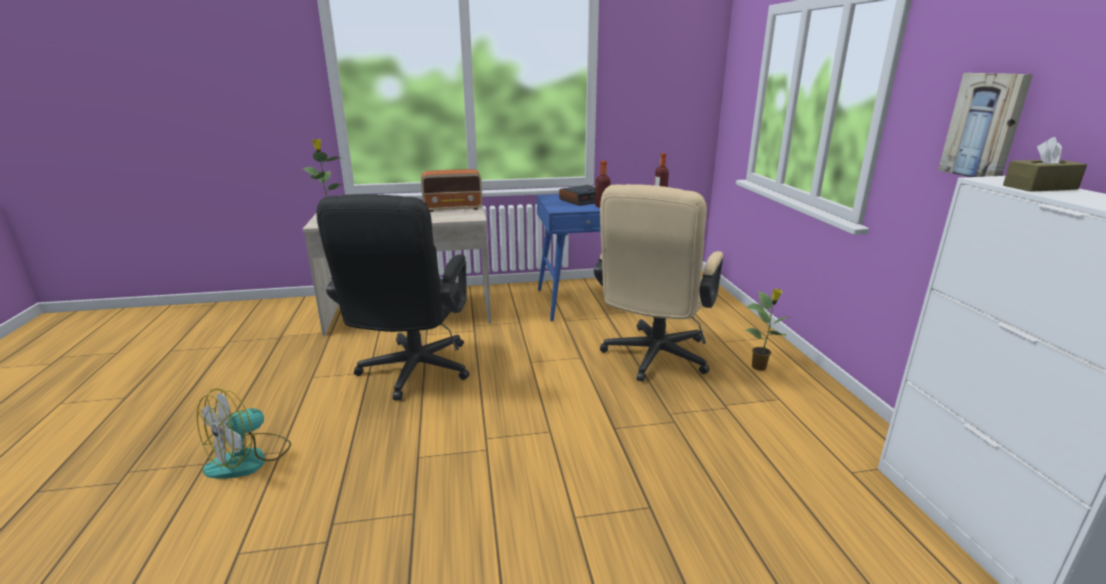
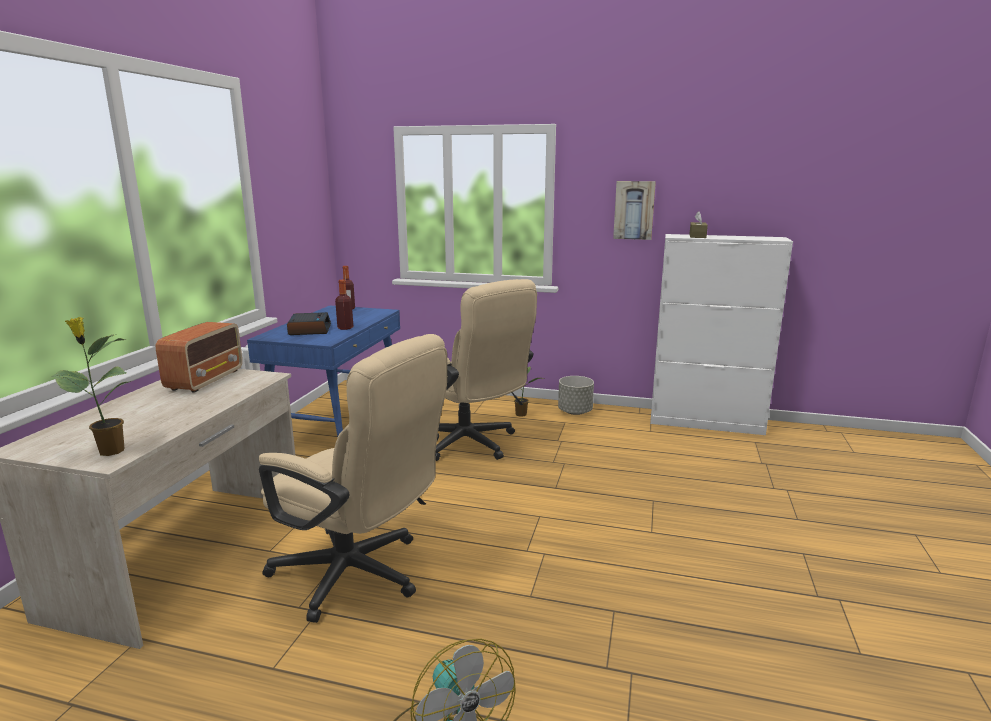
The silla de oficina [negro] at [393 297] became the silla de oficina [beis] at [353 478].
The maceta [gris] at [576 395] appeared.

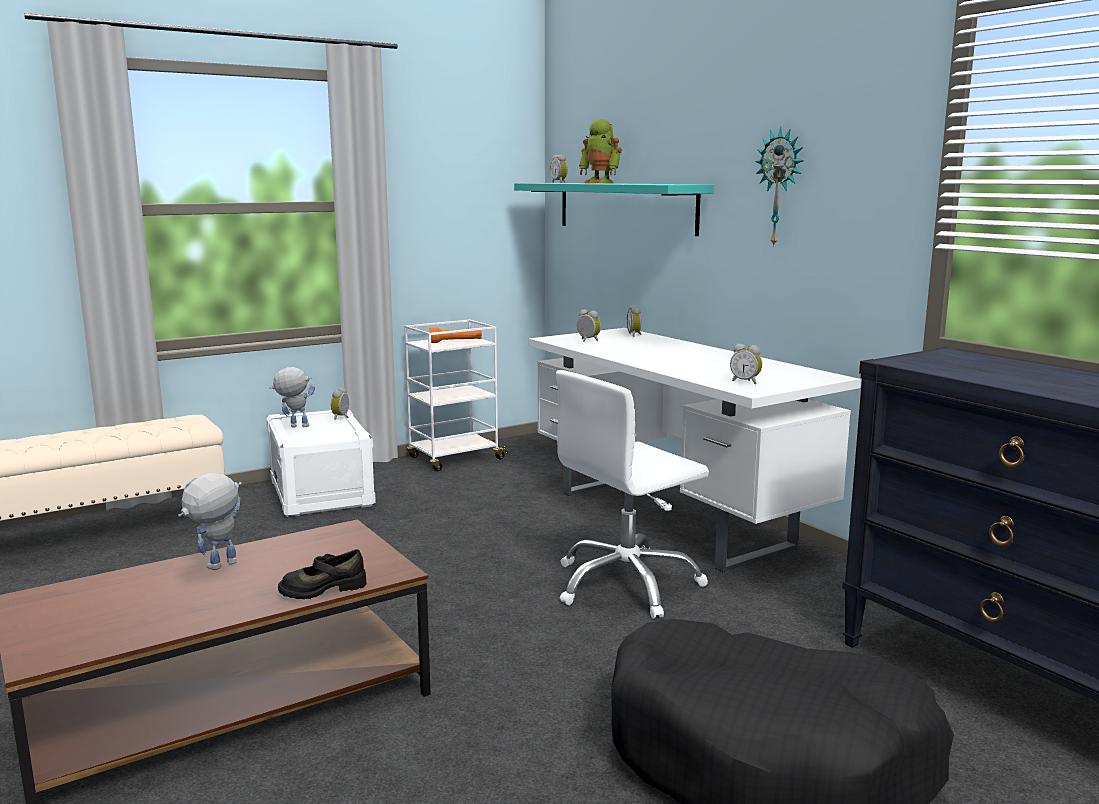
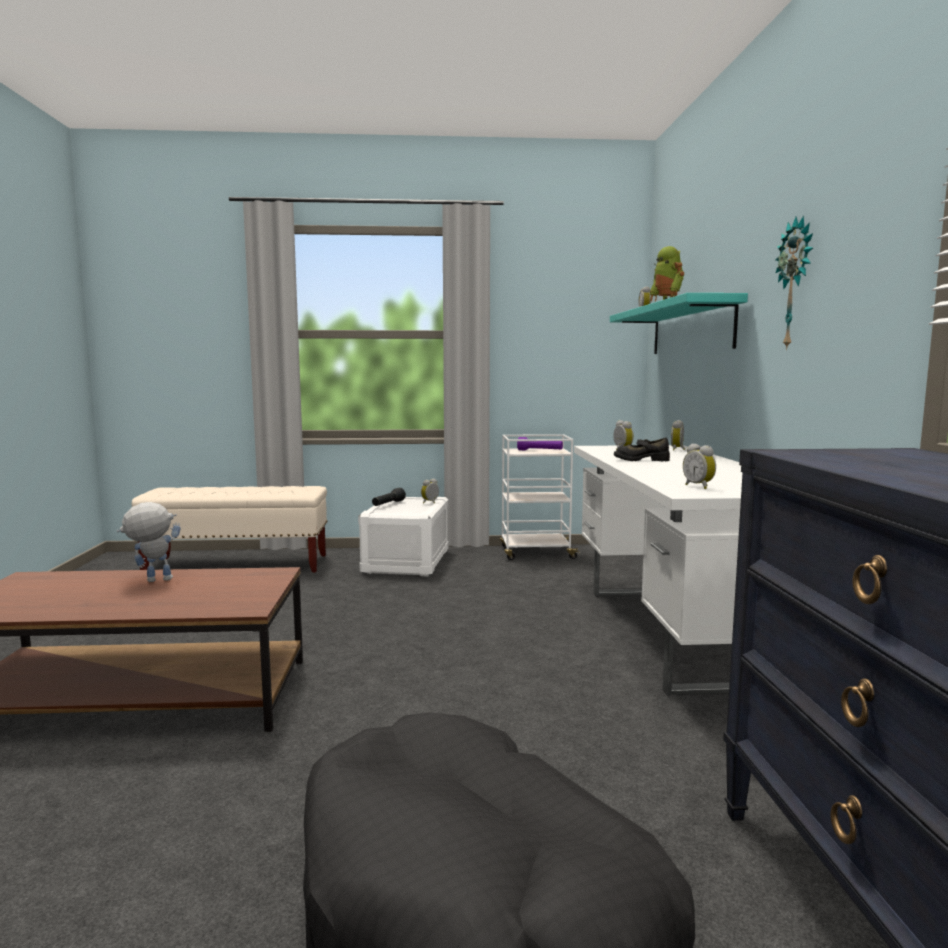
The linterna [naranja] at [456 335] became the linterna [morado] at [540 443].
The robot de juguete at [292 397] was replaced by the linterna [negro] at [389 497].
The silla de oficina [blanco] at [632 494] disappeared.
The zapato [negro] moved from [322 574] to [642 449].

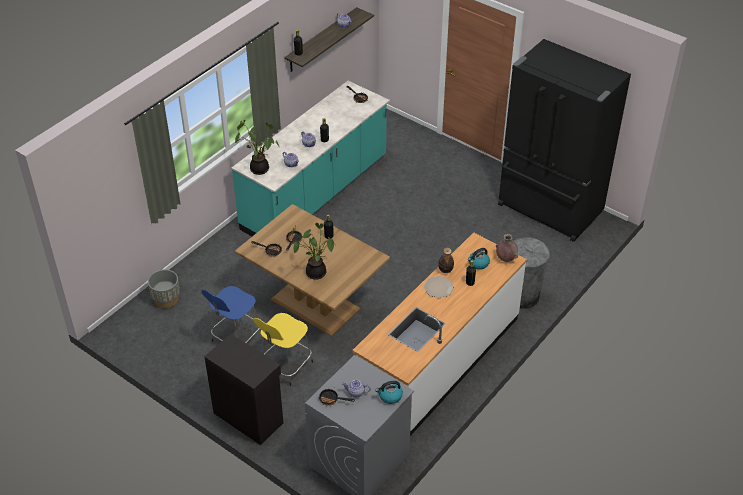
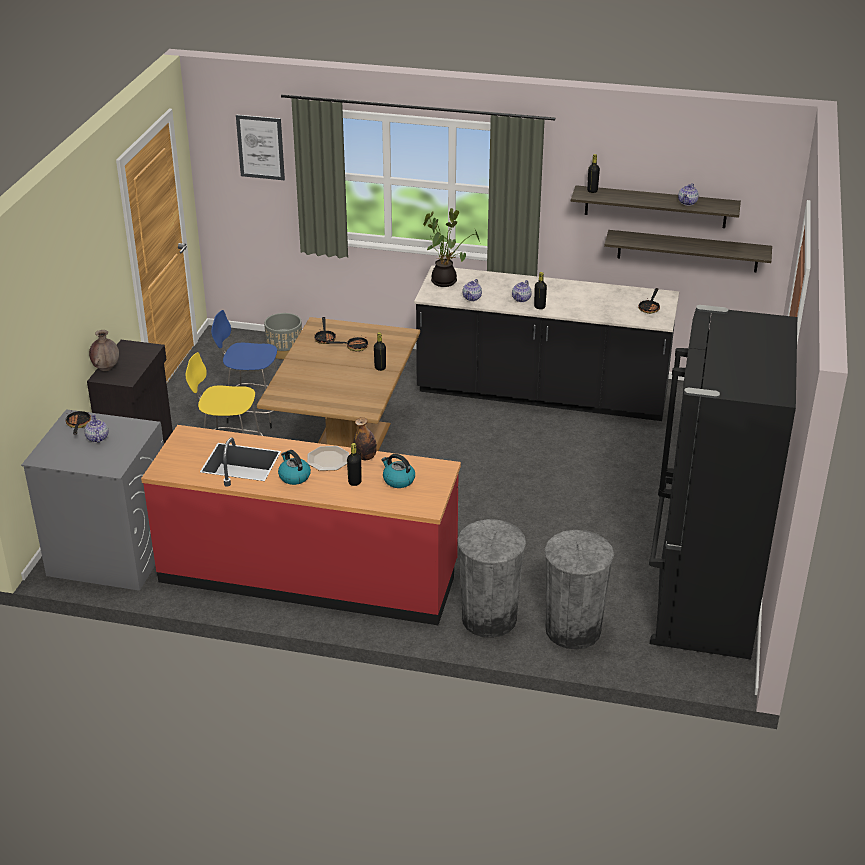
The mueble bajo de cocina [turquesa] at [310 158] became the mueble bajo de cocina [negro] at [546 343].
The planta en maceta at [311 251] disappeared.
The mueble bajo de cocina [blanco] at [439 334] became the mueble bajo de cocina [rojo] at [301 525].
The florero [marrón] moved from [507 248] to [104 350].
The hervidor moved from [389 392] to [294 467].
The cuadro at [260 147] appeared.
The estante at [688 251] appeared.
The papelera [gris] at [579 589] appeared.

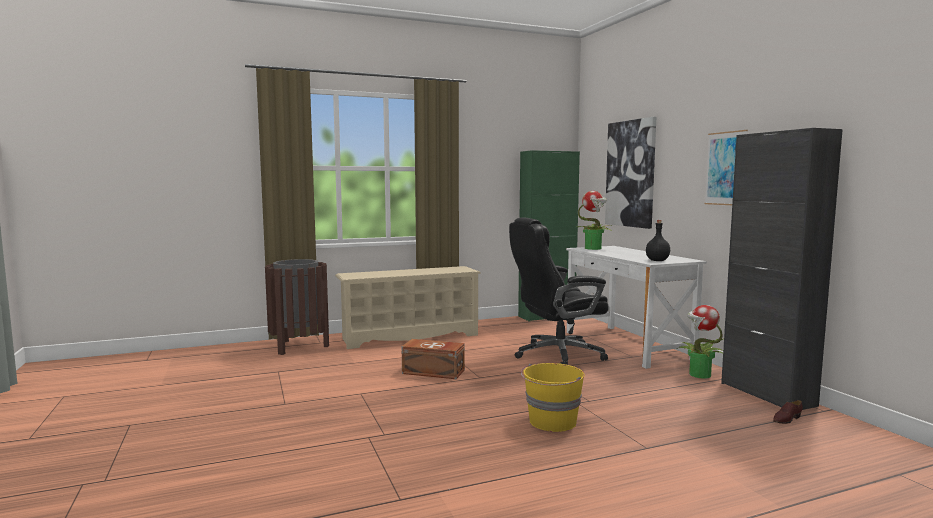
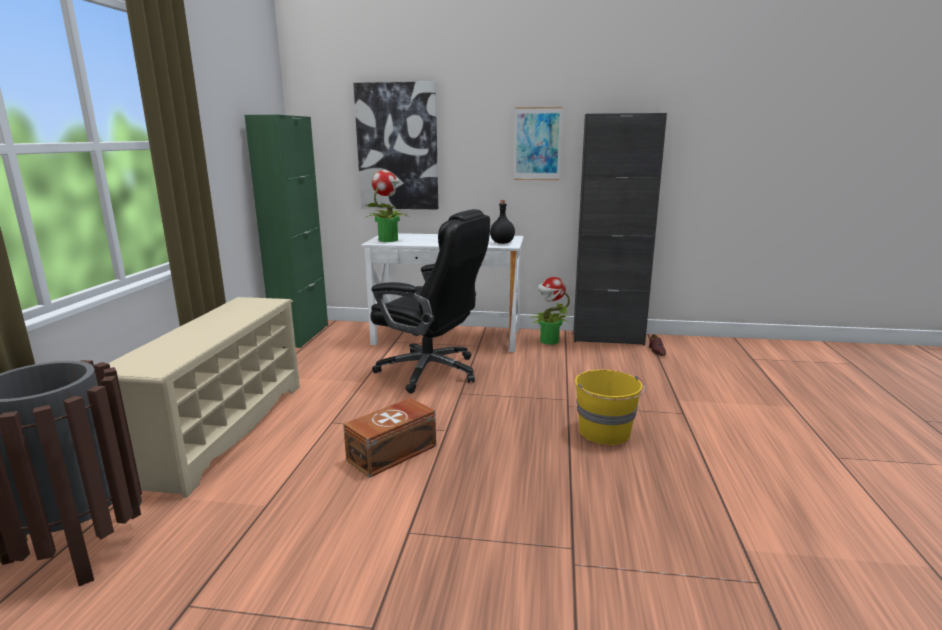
The silla de oficina [negro] at [559 291] turned 75 degrees counterclockwise.

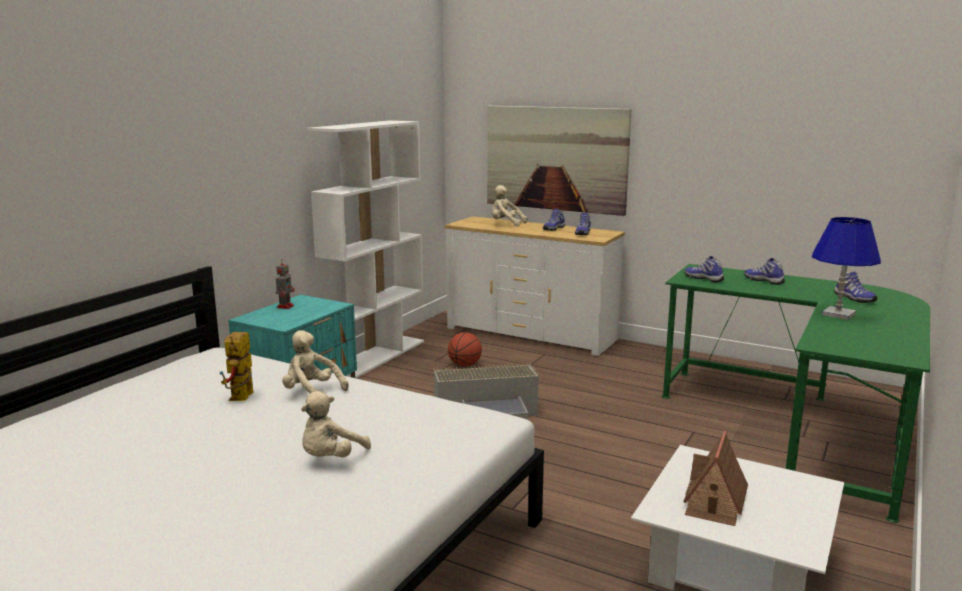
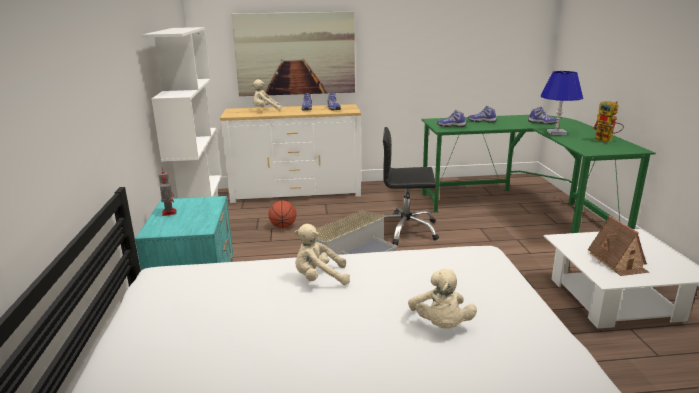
The robot de juguete moved from [236 366] to [608 122].
The silla de oficina [negro] at [411 186] appeared.

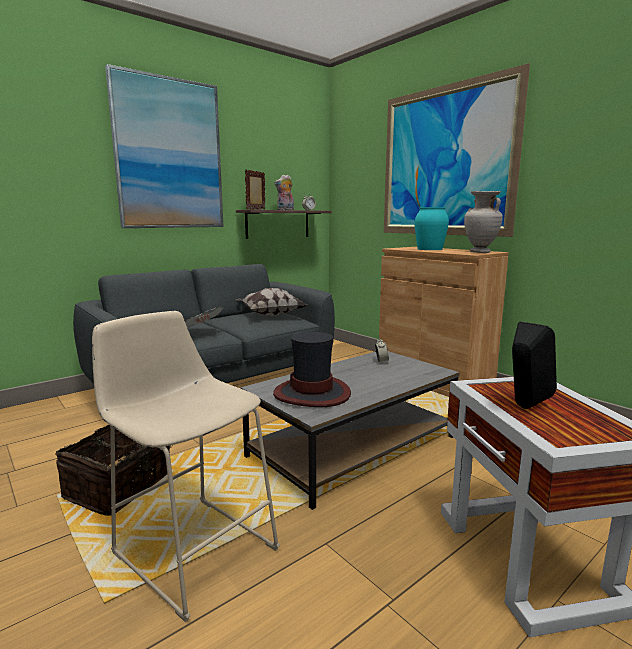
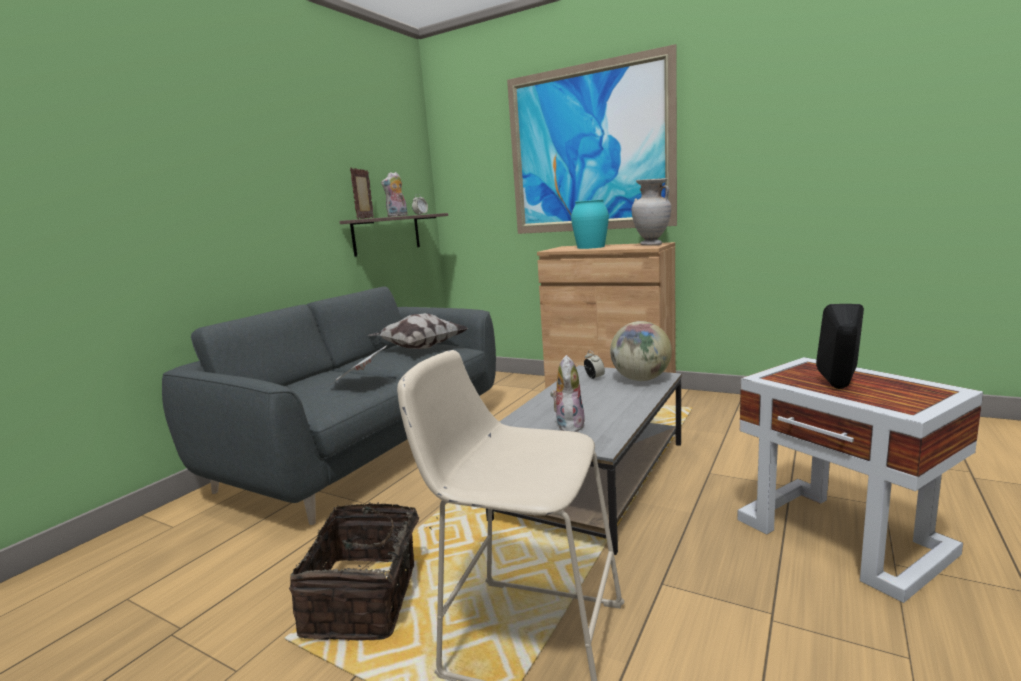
The cuadro at [164 146] disappeared.
The sombrero at [312 369] was replaced by the peluche at [567 393].
The globo terráqueo at [641 351] appeared.

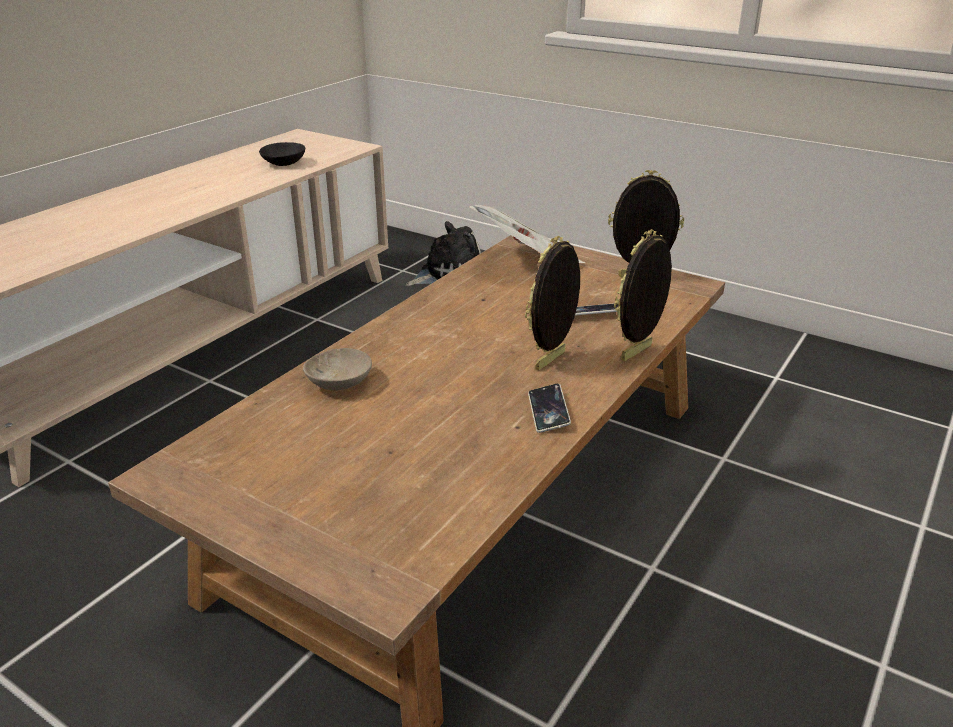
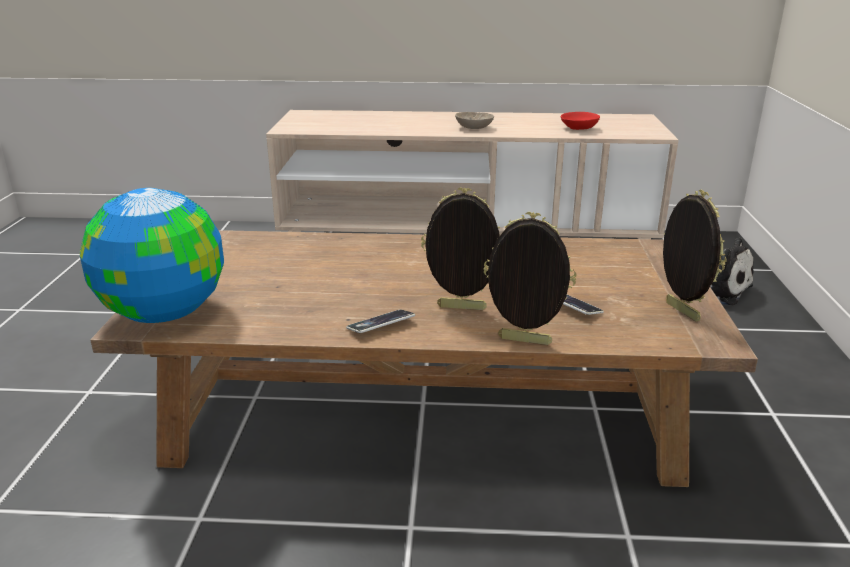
The cuenco [negro] at [282 154] became the cuenco [rojo] at [580 121].
The periódico at [526 234] disappeared.
The cuenco [beis] moved from [337 369] to [474 120].
The globo terráqueo at [152 255] appeared.

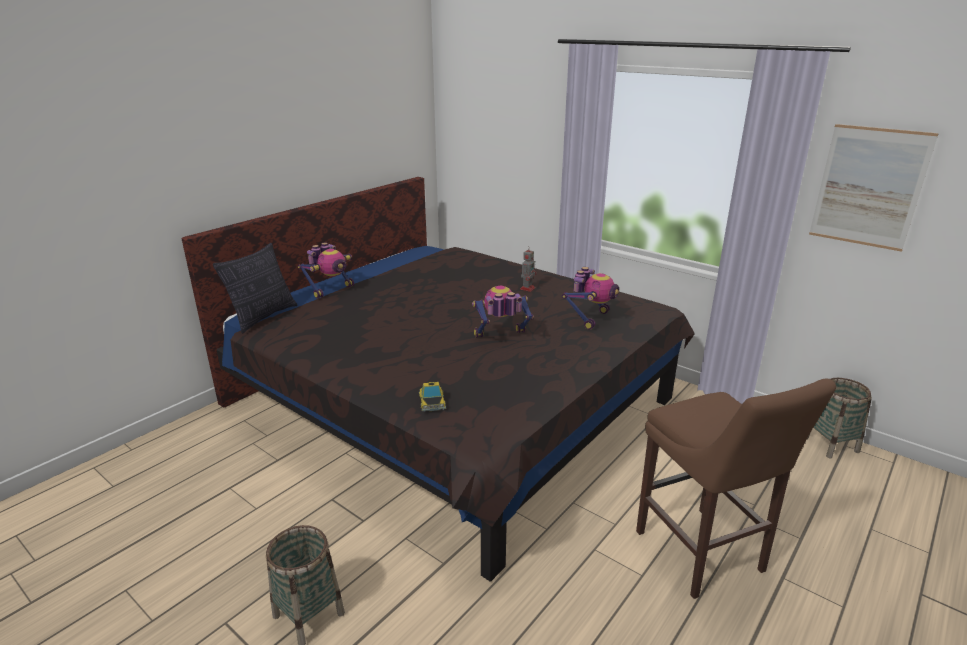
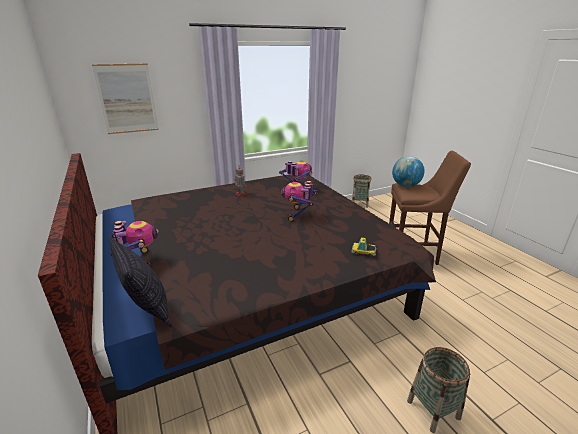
The cuadro moved from [874 188] to [125 98].
The globo terráqueo at [408 171] appeared.

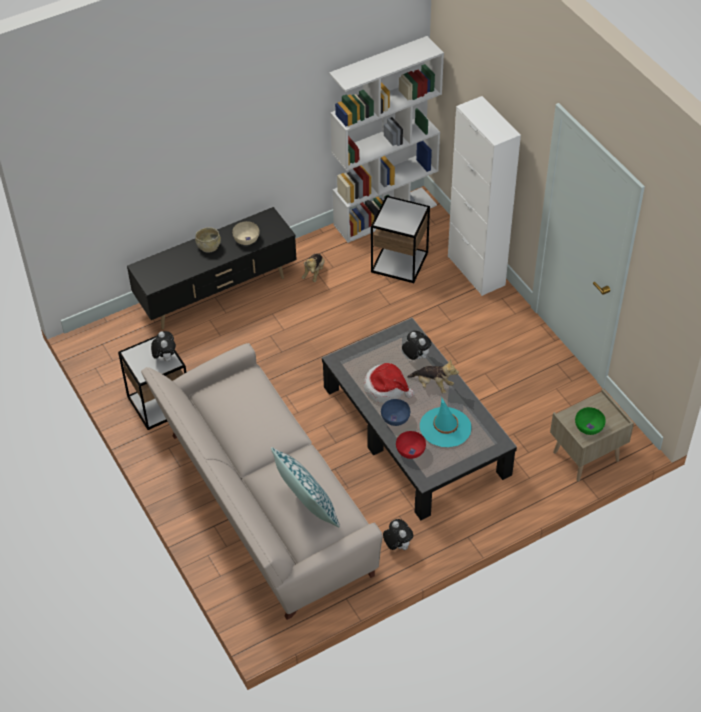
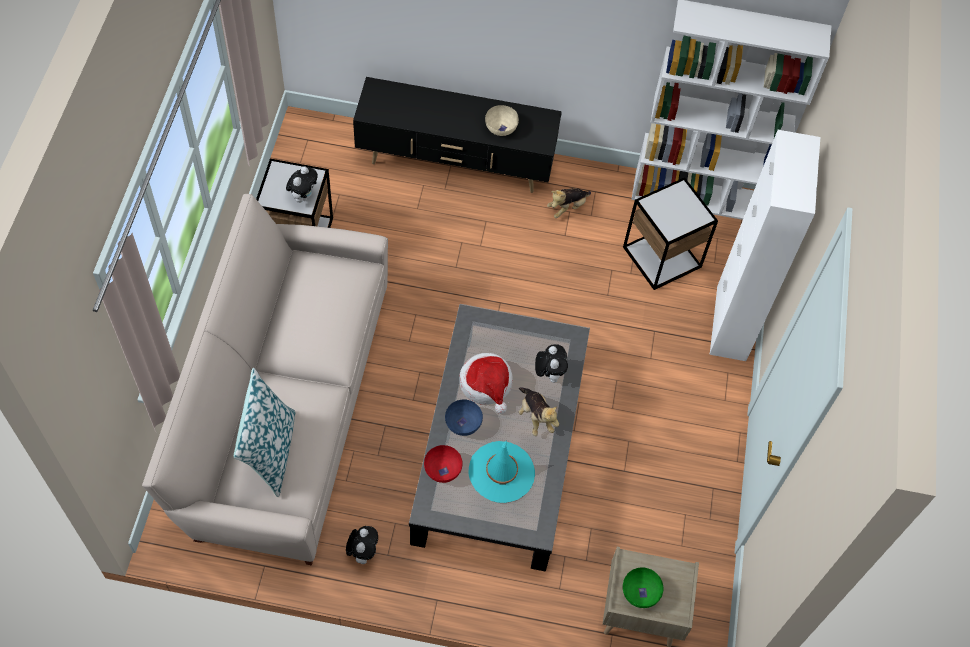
The cuenco [beis] at [208 240] disappeared.

